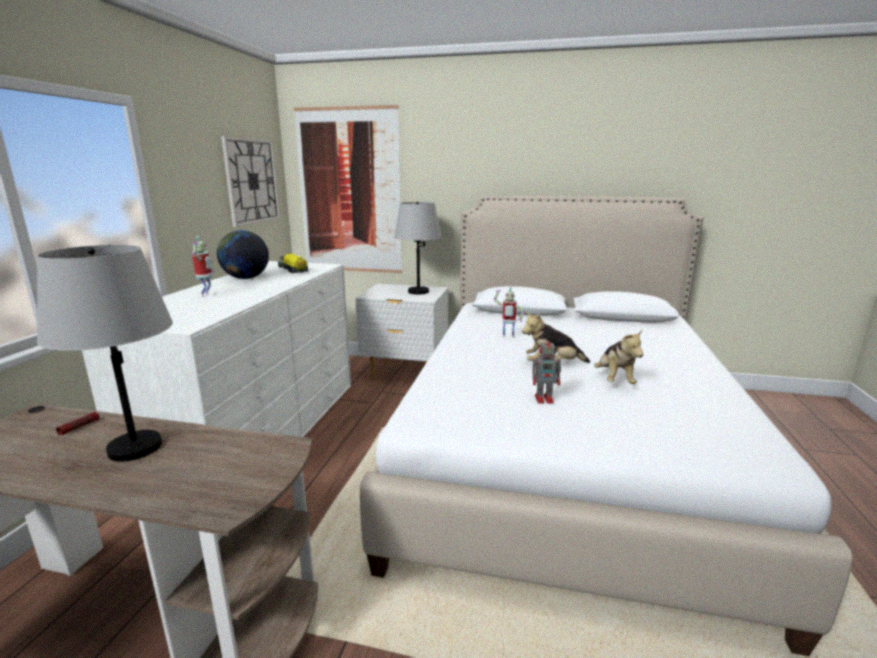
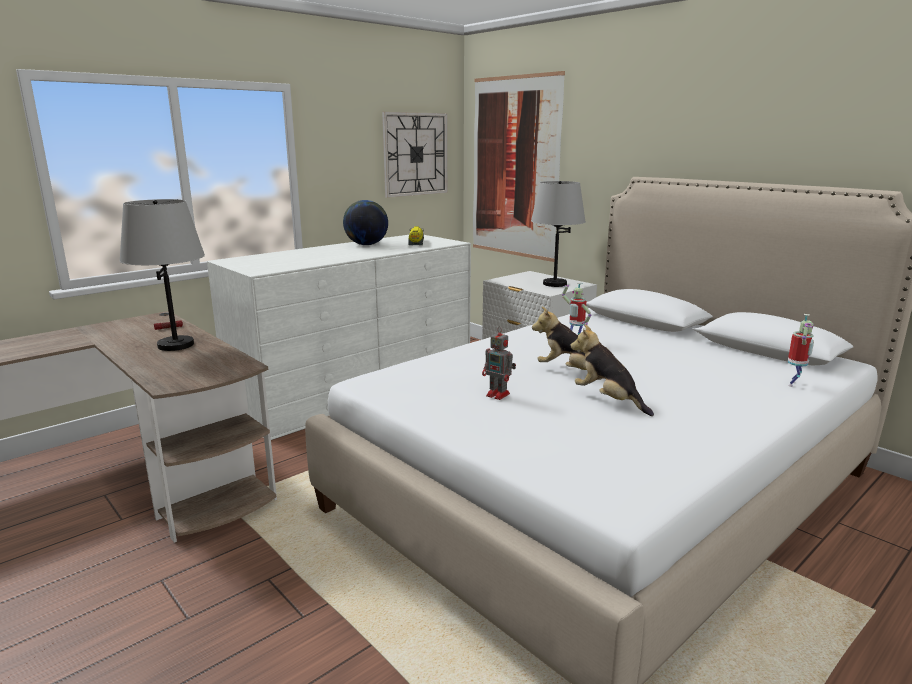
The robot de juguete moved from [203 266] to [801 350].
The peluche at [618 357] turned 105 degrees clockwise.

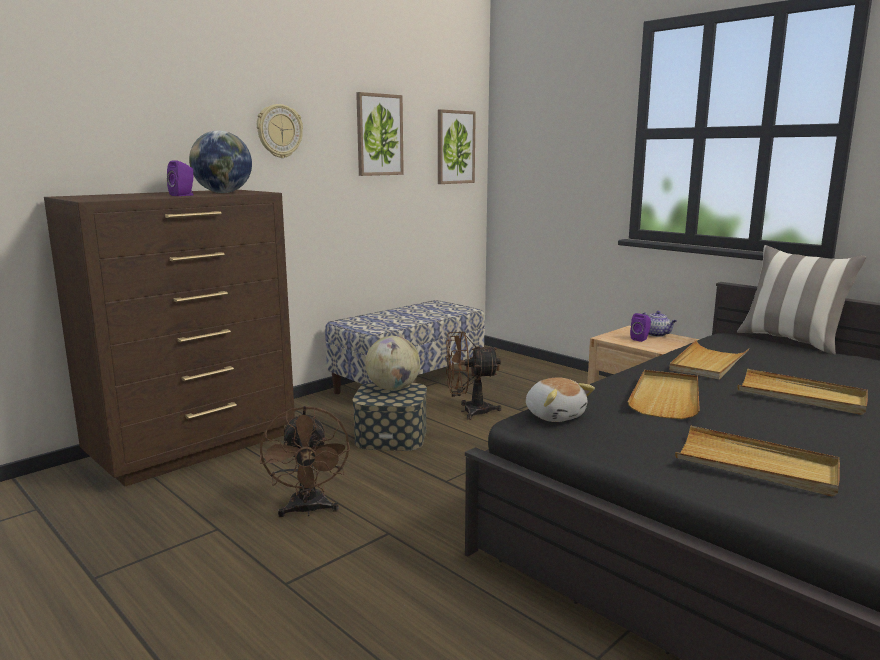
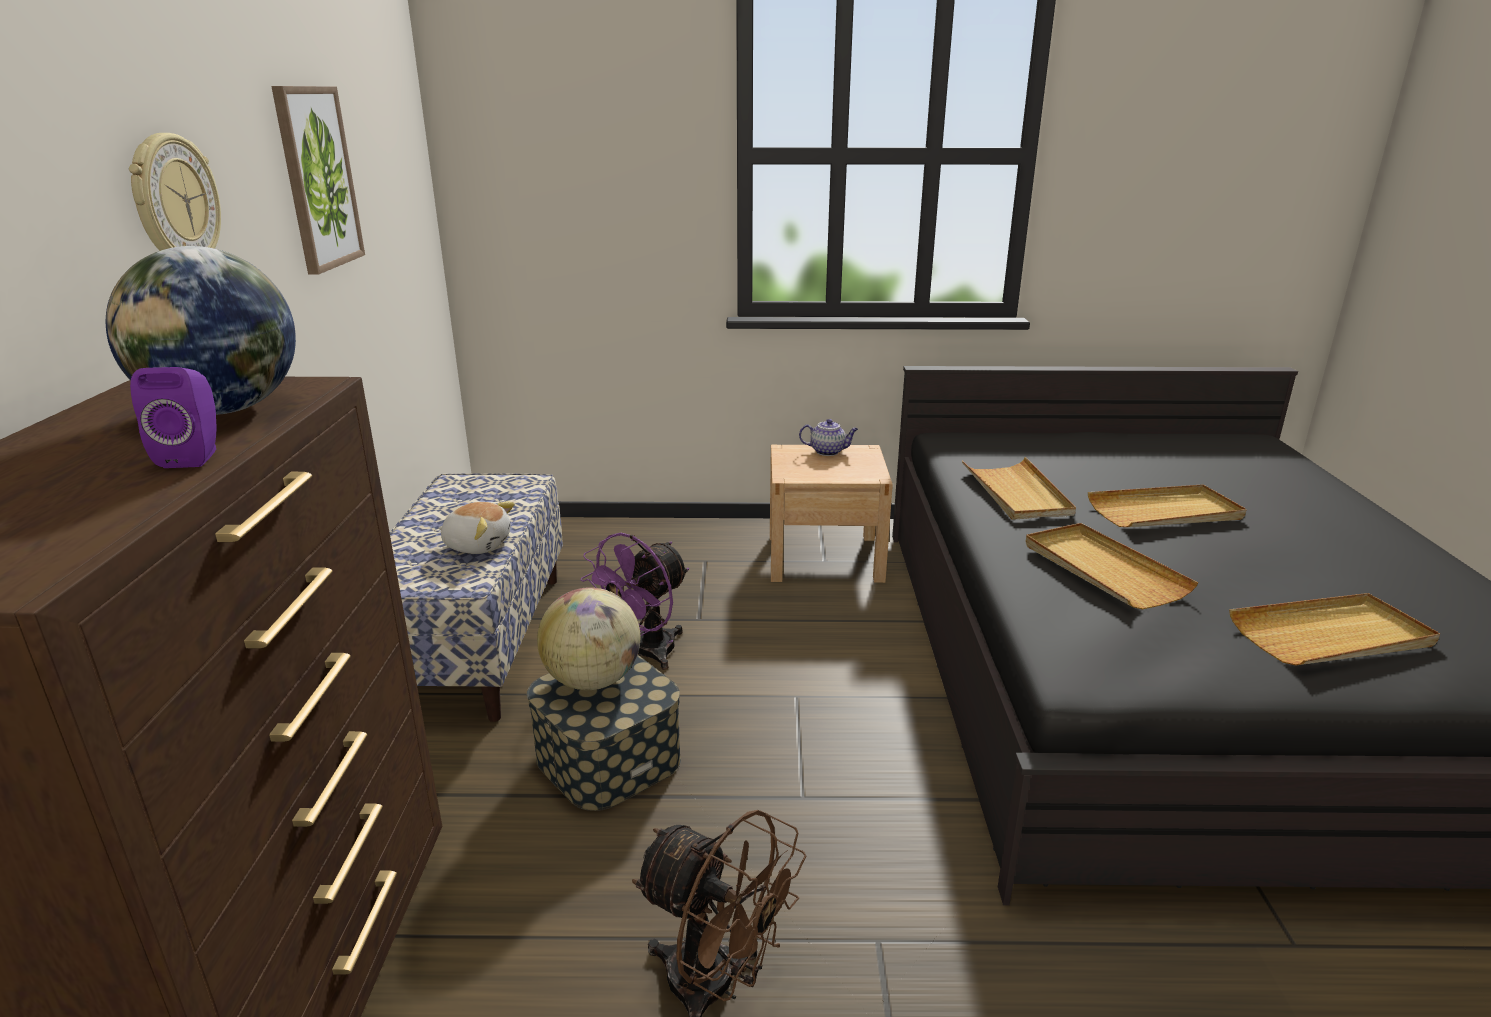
The cuadro at [457 146] disappeared.
The cojín at [802 300] disappeared.
The altavoz [morado] at [640 327] disappeared.
The ventilador [marrón] at [473 375] became the ventilador [morado] at [635 601].
The peluche moved from [560 399] to [476 528].

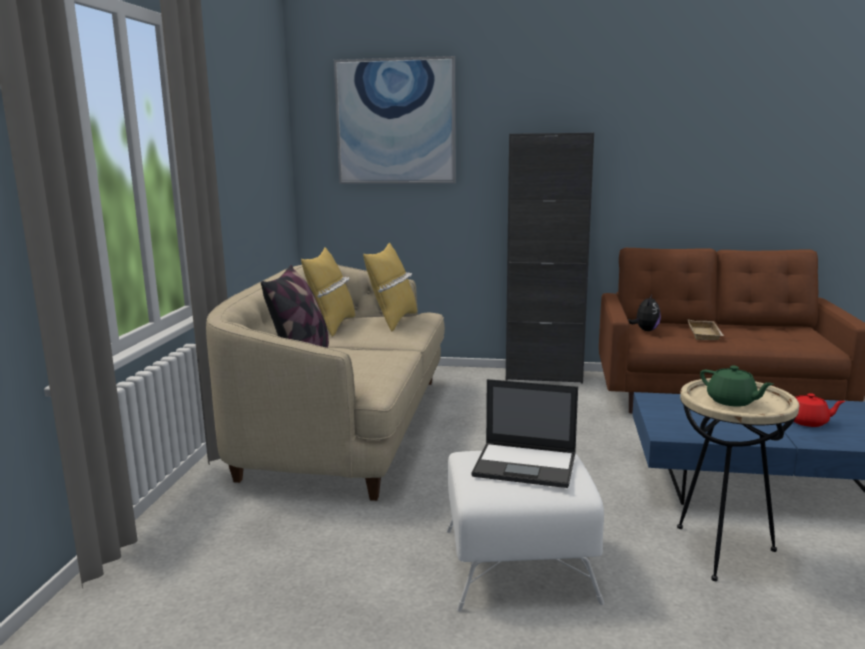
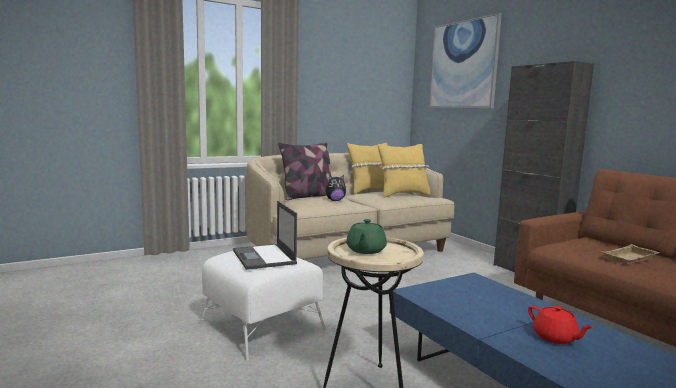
The peluche moved from [644 313] to [336 188].

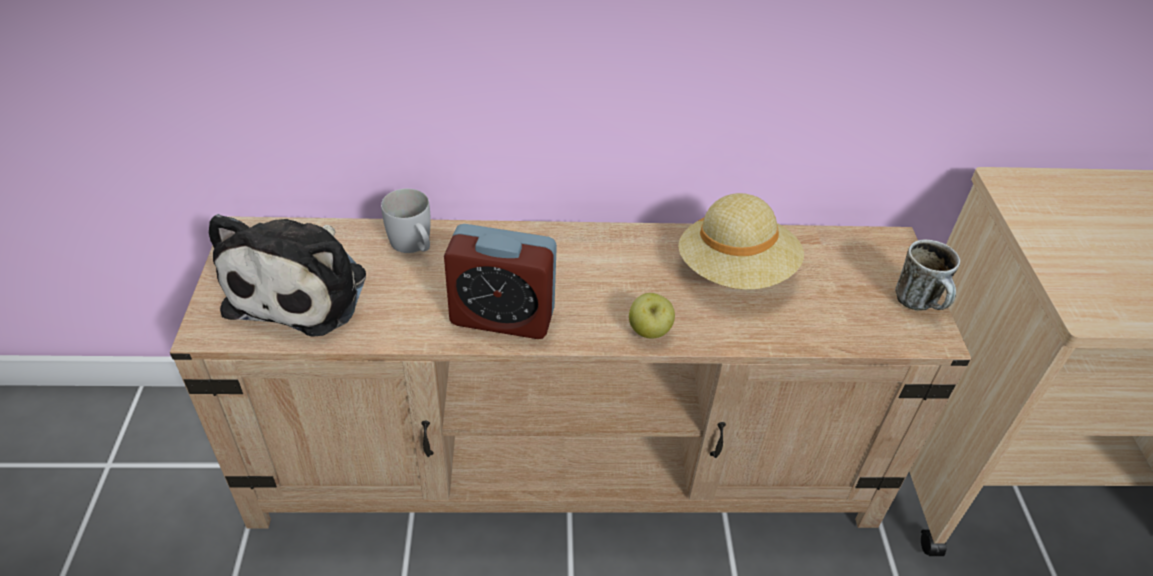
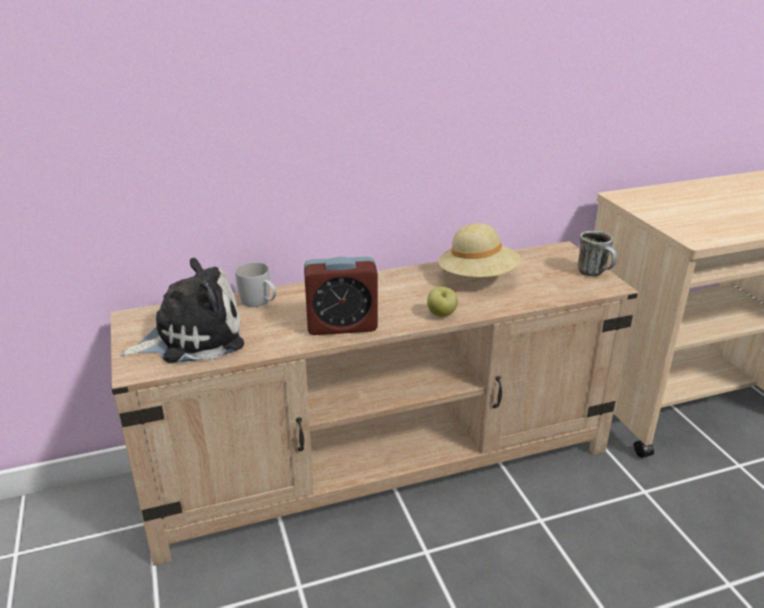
The peluche at [287 275] turned 105 degrees counterclockwise.

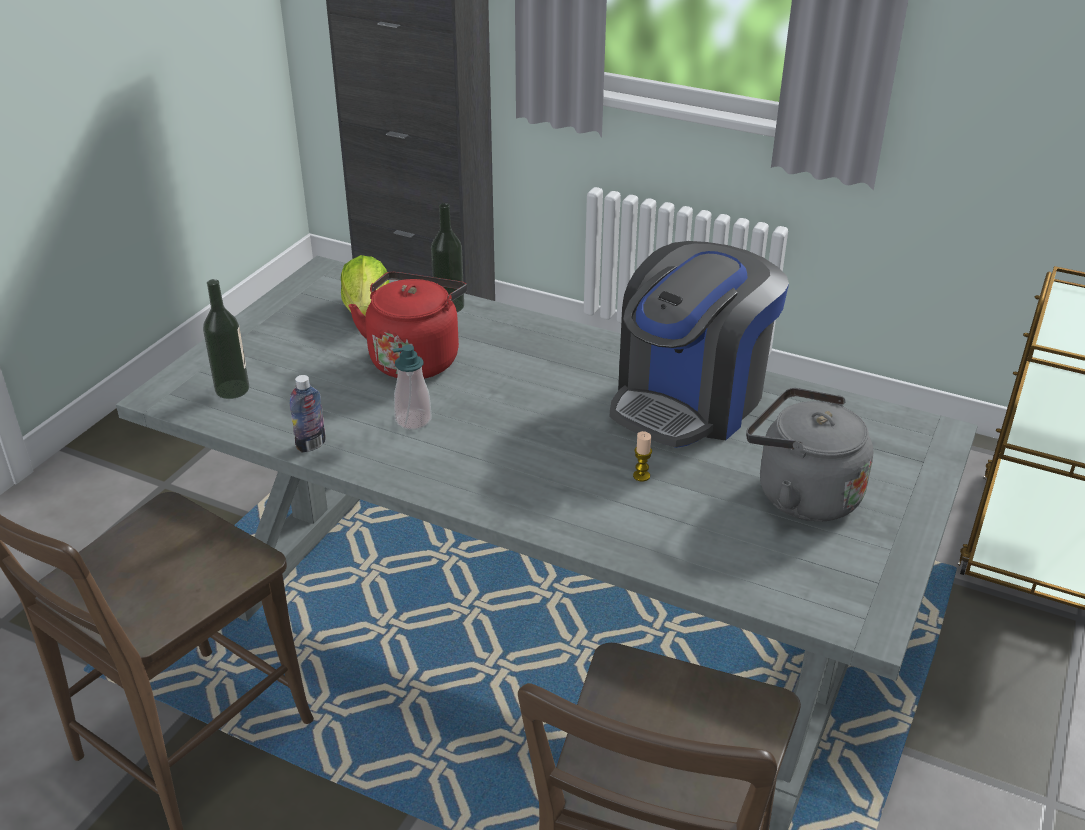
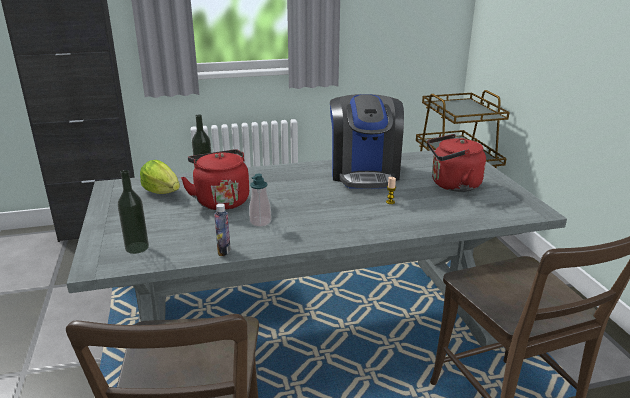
The hervidor [gris] at [810 454] became the hervidor [rojo] at [456 163].

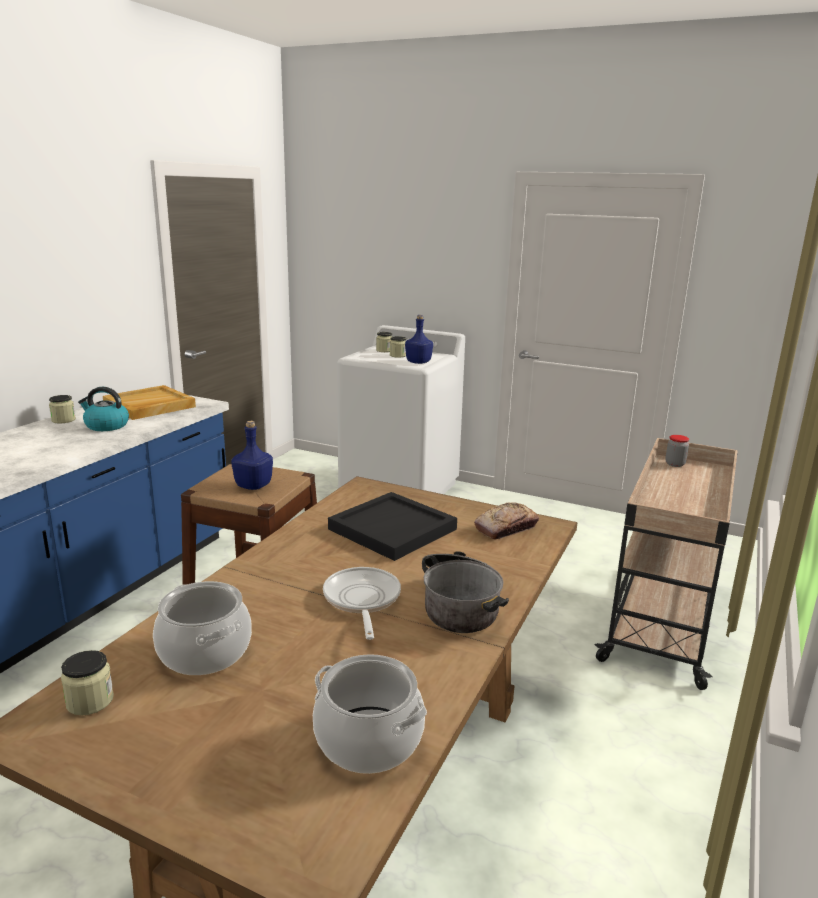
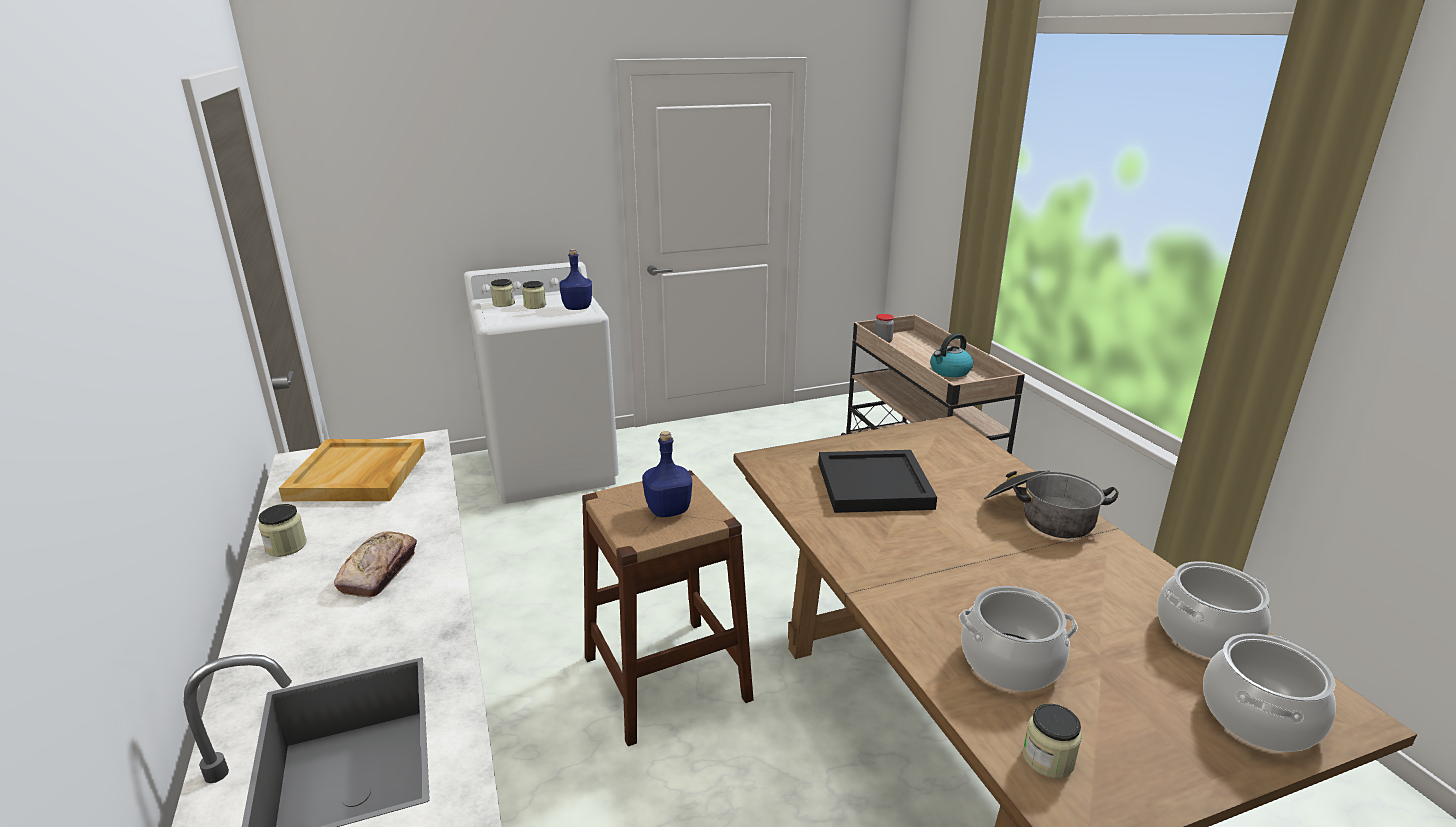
The hervidor moved from [103 409] to [951 355].
The pan moved from [506 521] to [375 564].
The sartén at [362 603] disappeared.
The olla at [1269 692] appeared.

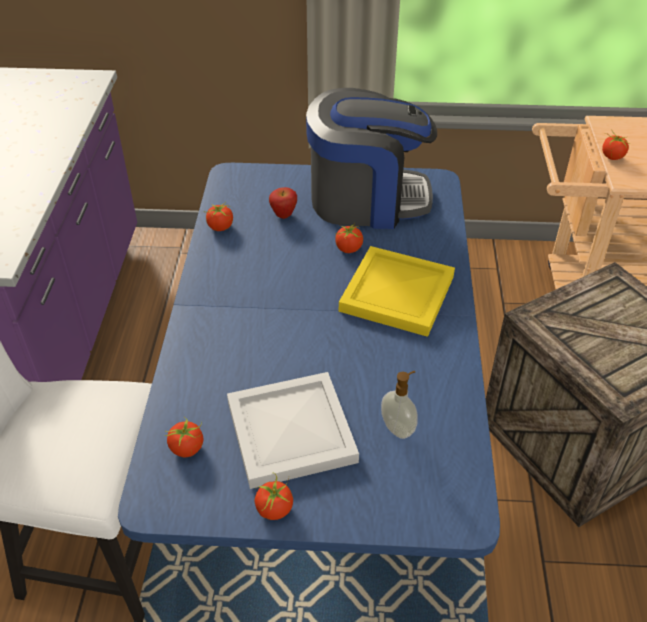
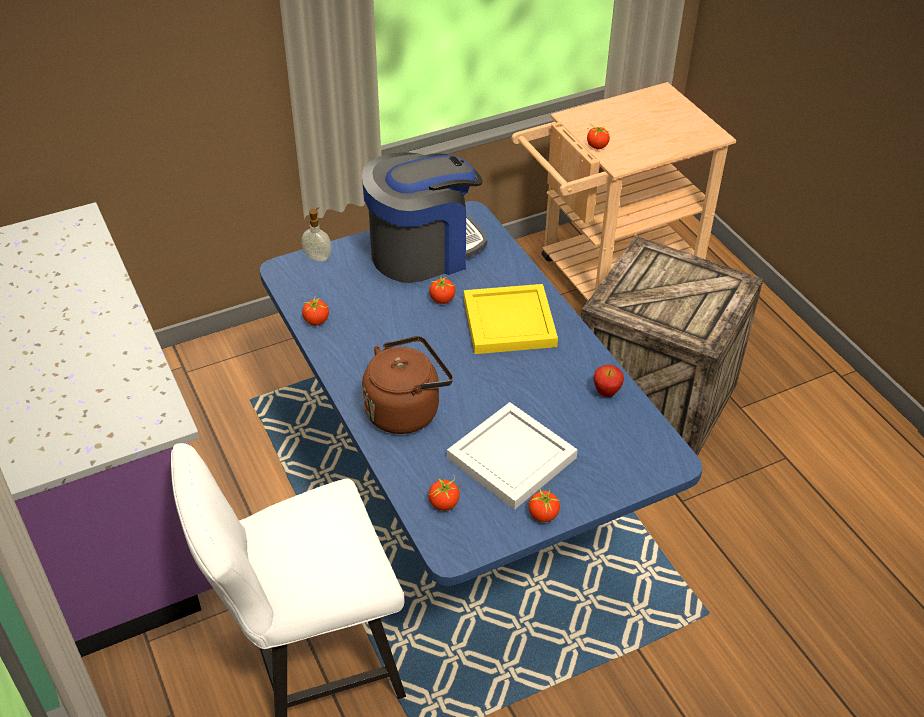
The manzana moved from [283 203] to [608 381].
The dispensador de jabón moved from [399 405] to [317 234].
The hervidor [marrón] at [407 385] appeared.

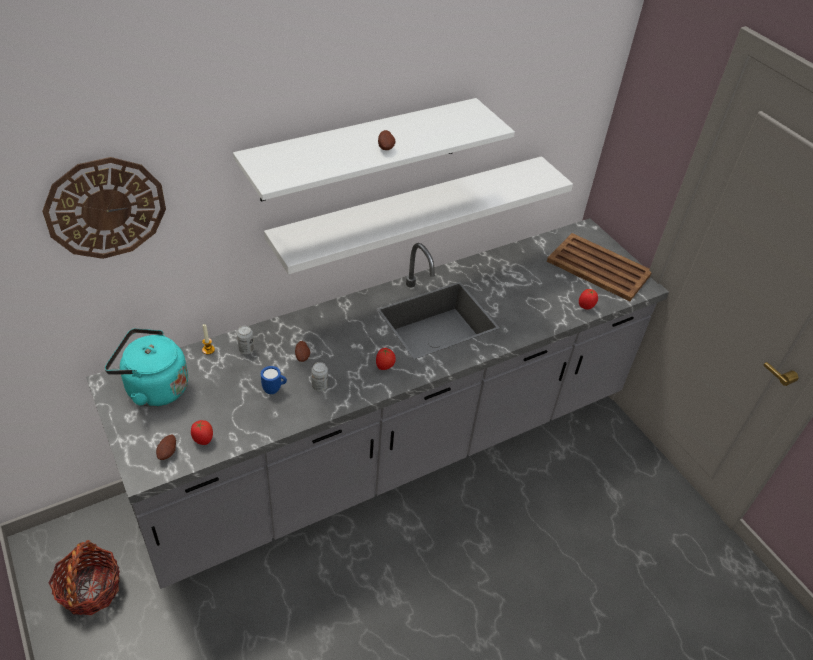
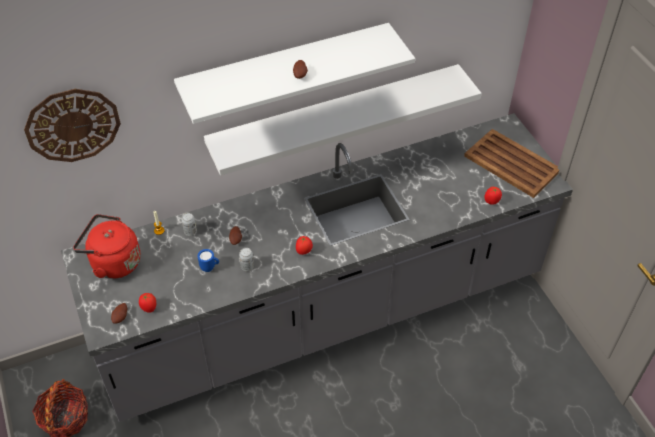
The hervidor [turquesa] at [146 367] became the hervidor [rojo] at [106 246].

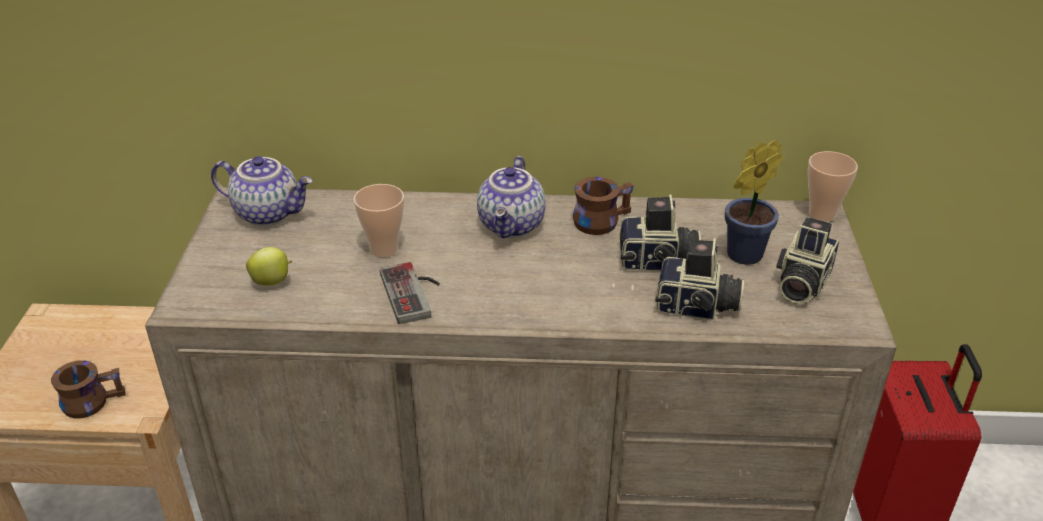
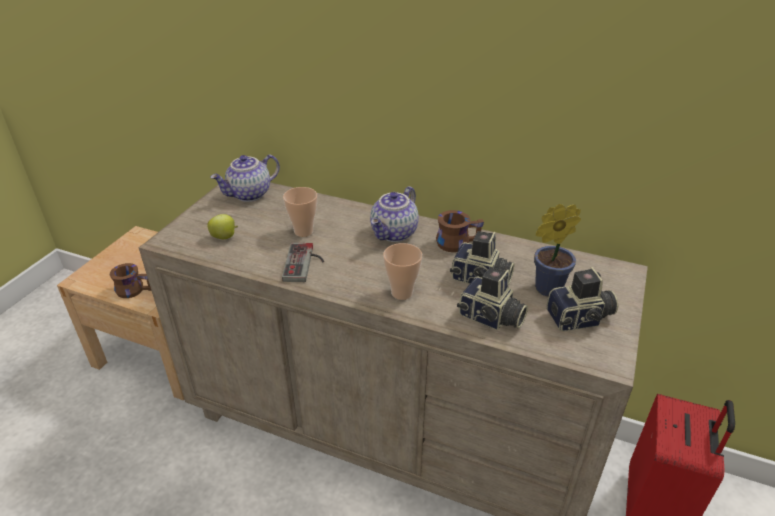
The taza moved from [833 186] to [402 271].
The tetera at [262 191] turned 105 degrees clockwise.
The cámara at [807 260] turned 150 degrees counterclockwise.

